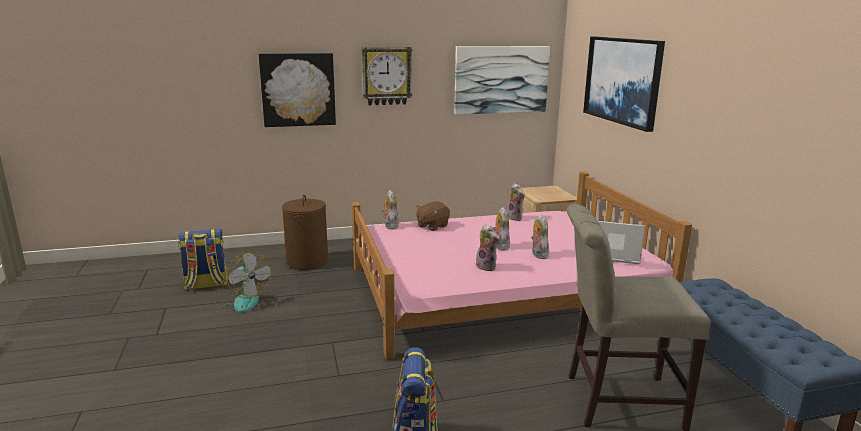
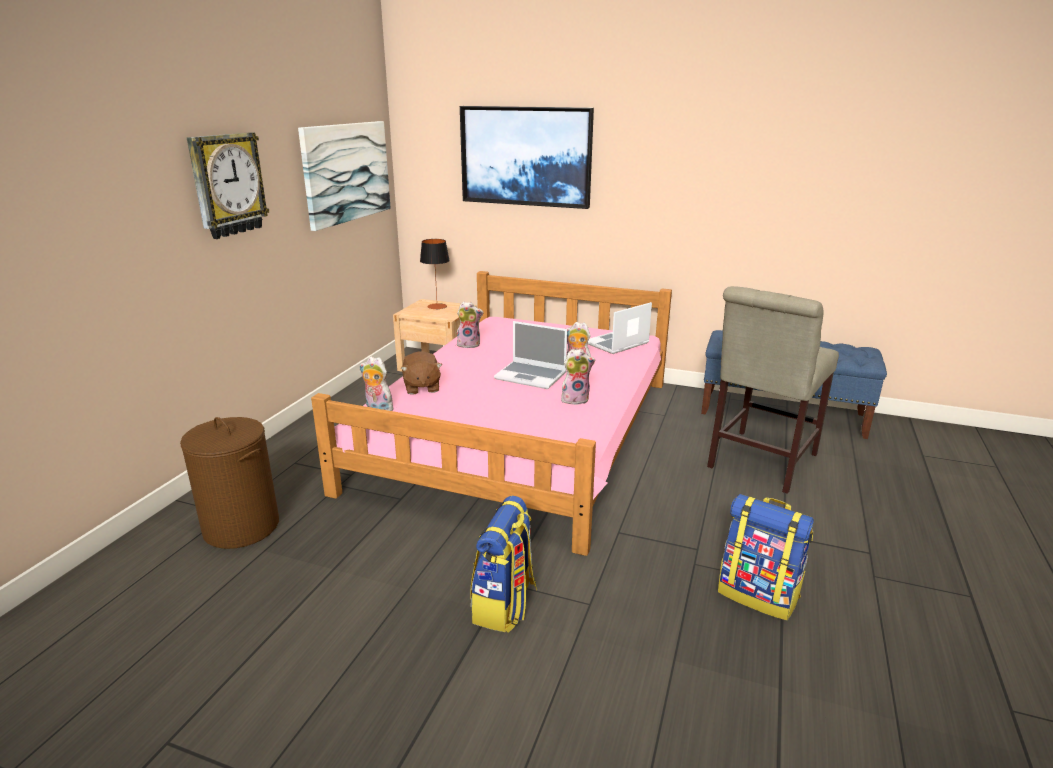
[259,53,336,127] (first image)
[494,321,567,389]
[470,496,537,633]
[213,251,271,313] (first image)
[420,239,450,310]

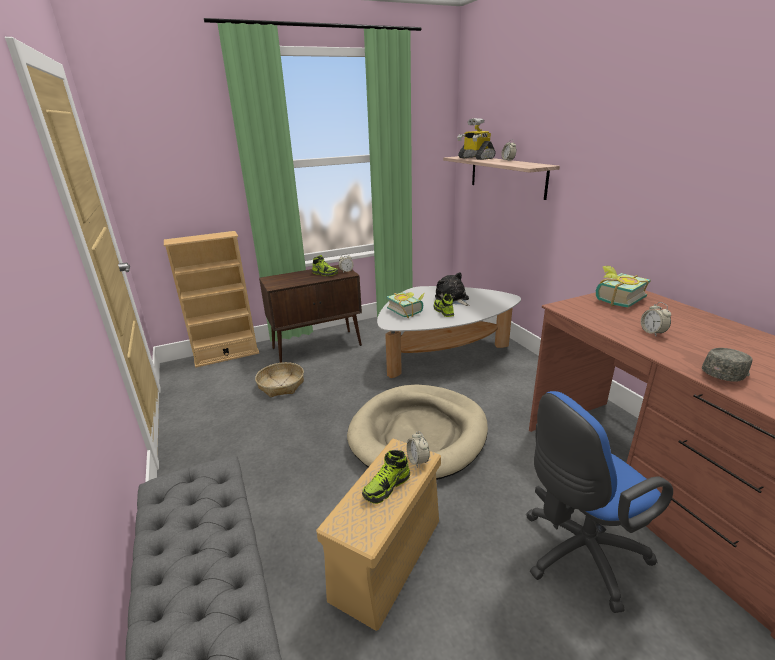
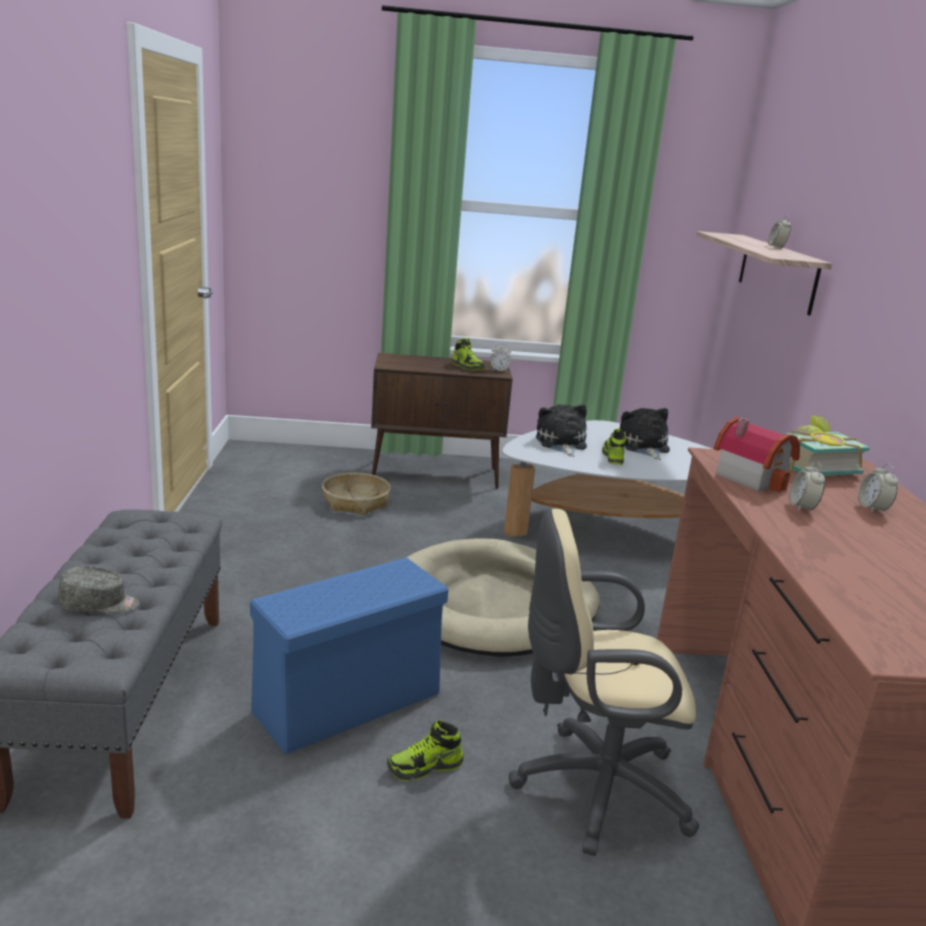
[457,118,495,160] (first image)
[164,231,259,368] (first image)
[536,404,587,457]
[58,566,140,614]
[509,509,699,856]
[858,463,898,512]
[250,558,449,754]
[387,720,464,781]
[714,417,800,493]

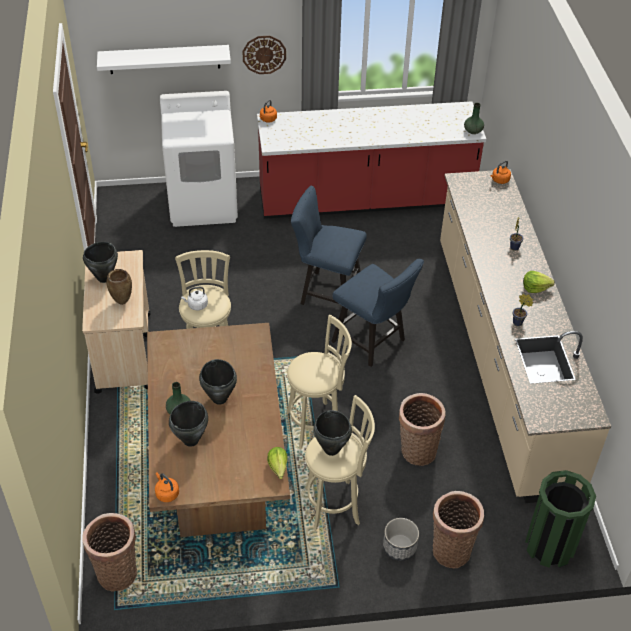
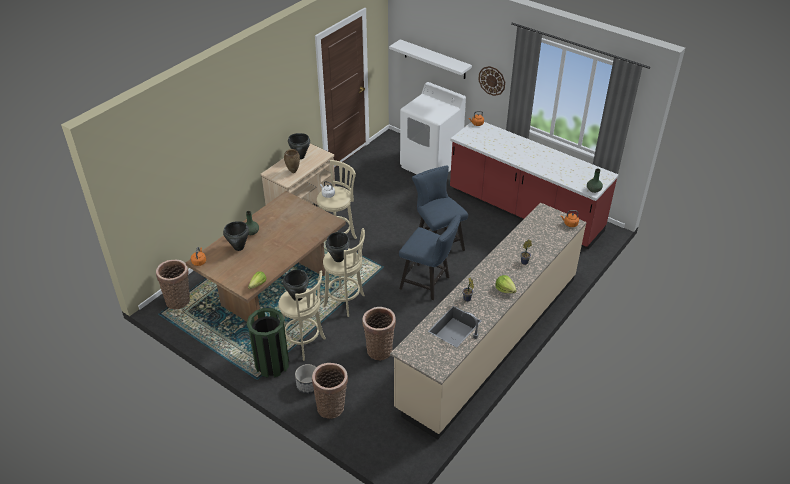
[399,214,461,300]
[325,232,350,262]
[247,308,289,378]

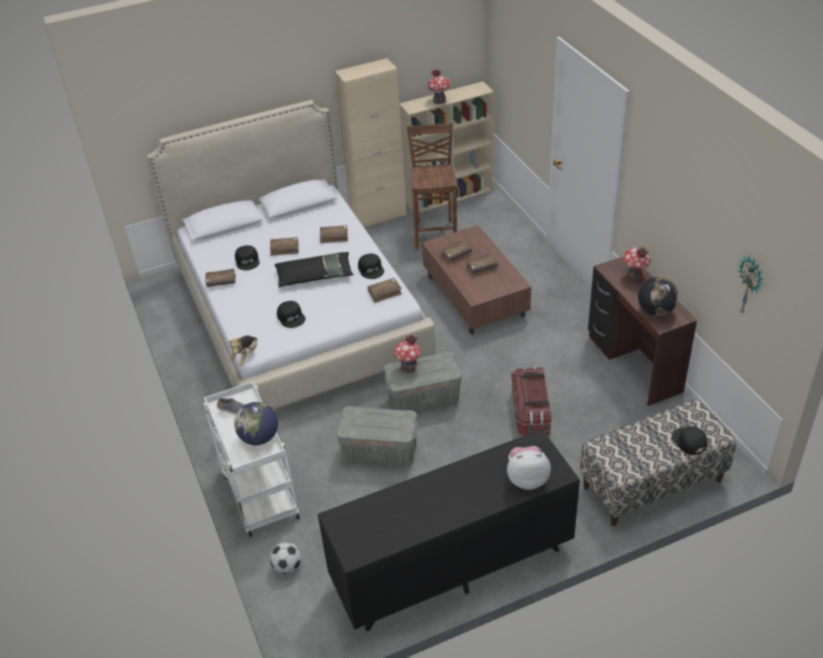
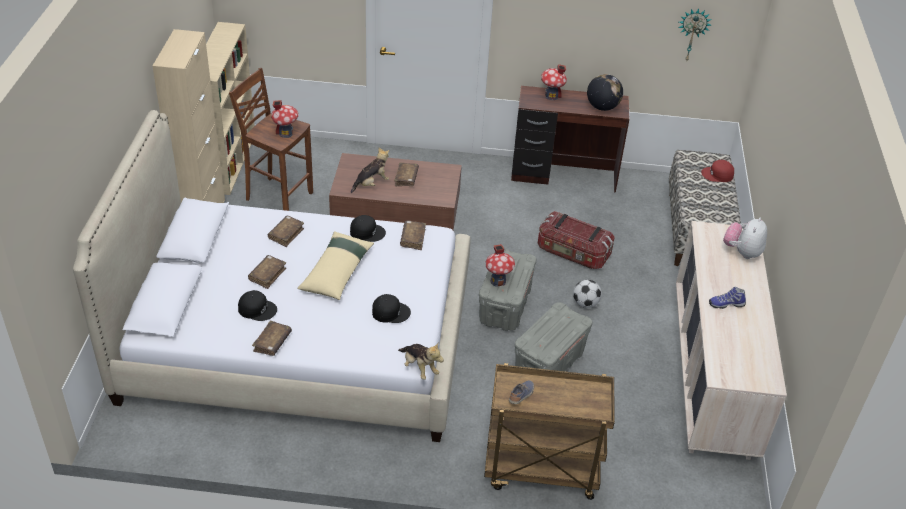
[271,100,299,138]
[351,147,389,193]
[297,231,374,300]
[484,363,615,500]
[234,402,278,445] (first image)
[701,160,734,182]
[676,221,787,460]
[573,280,602,308]
[709,287,746,309]

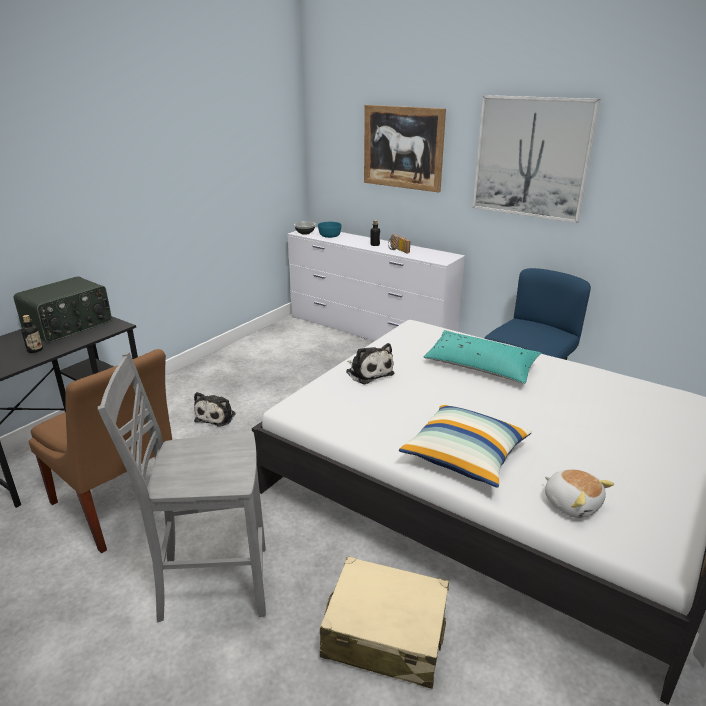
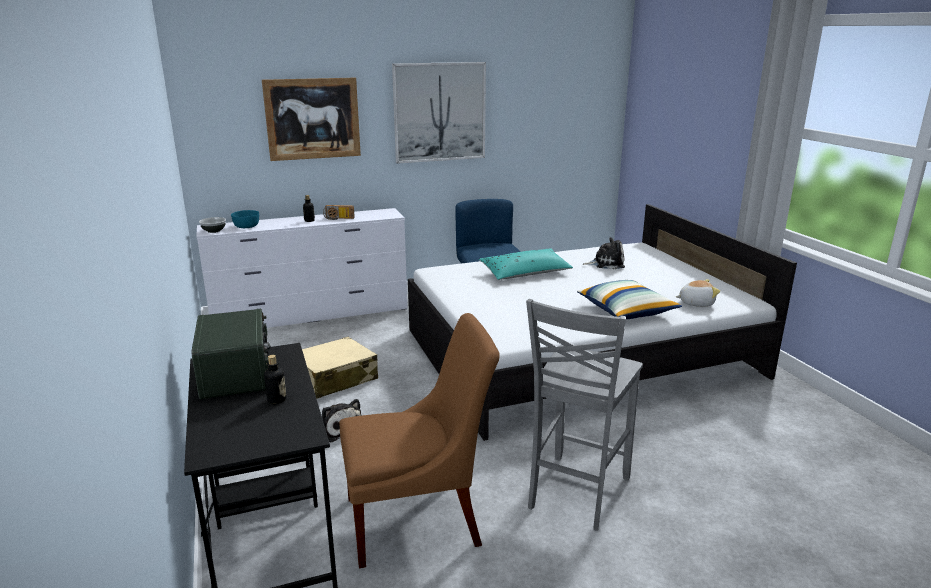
[583,237,625,269]
[302,337,378,399]

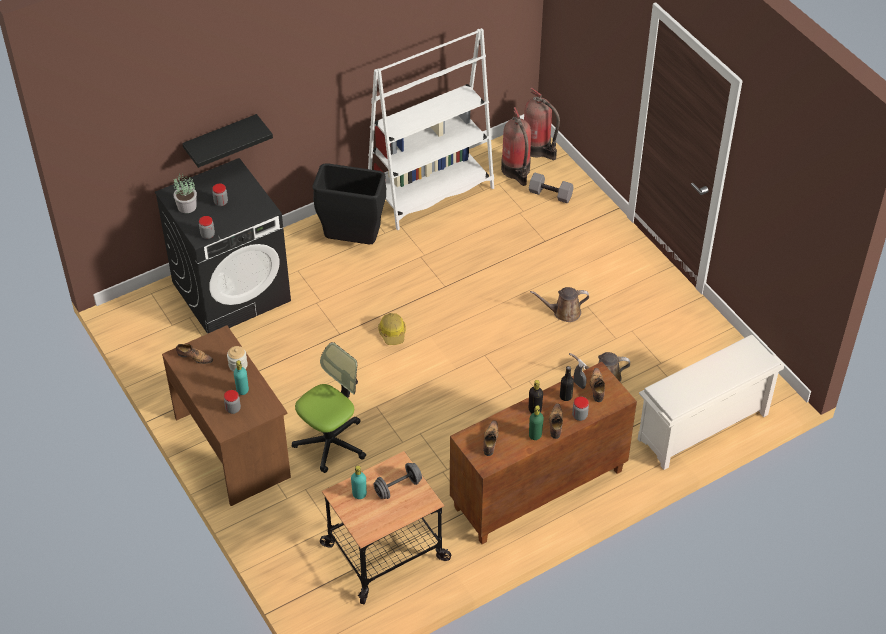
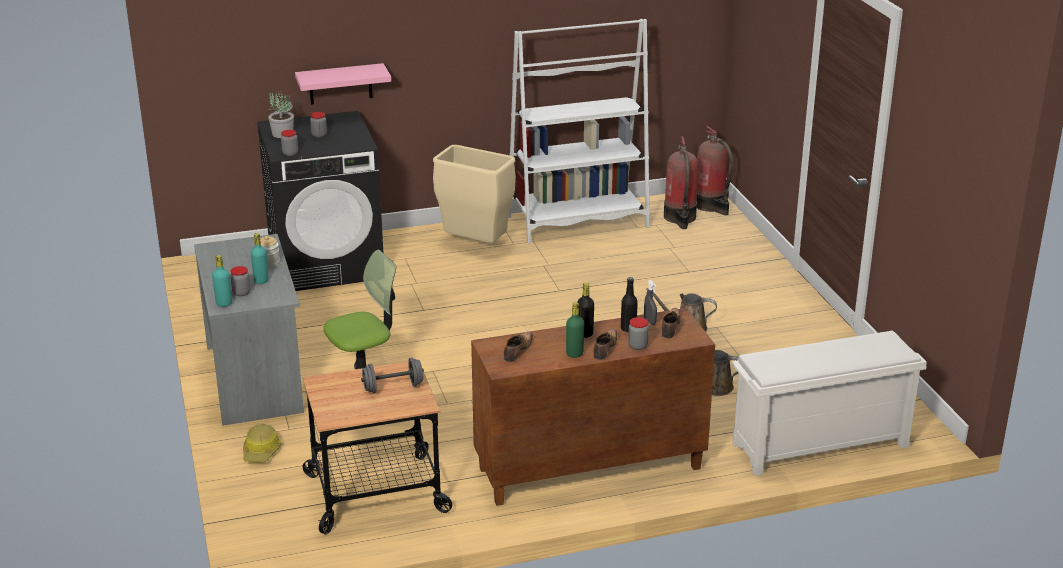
[295,63,391,105]
[433,145,516,243]
[529,172,574,204] (first image)
[243,424,281,463]
[194,234,304,426]
[176,344,213,364] (first image)
[212,255,232,307]

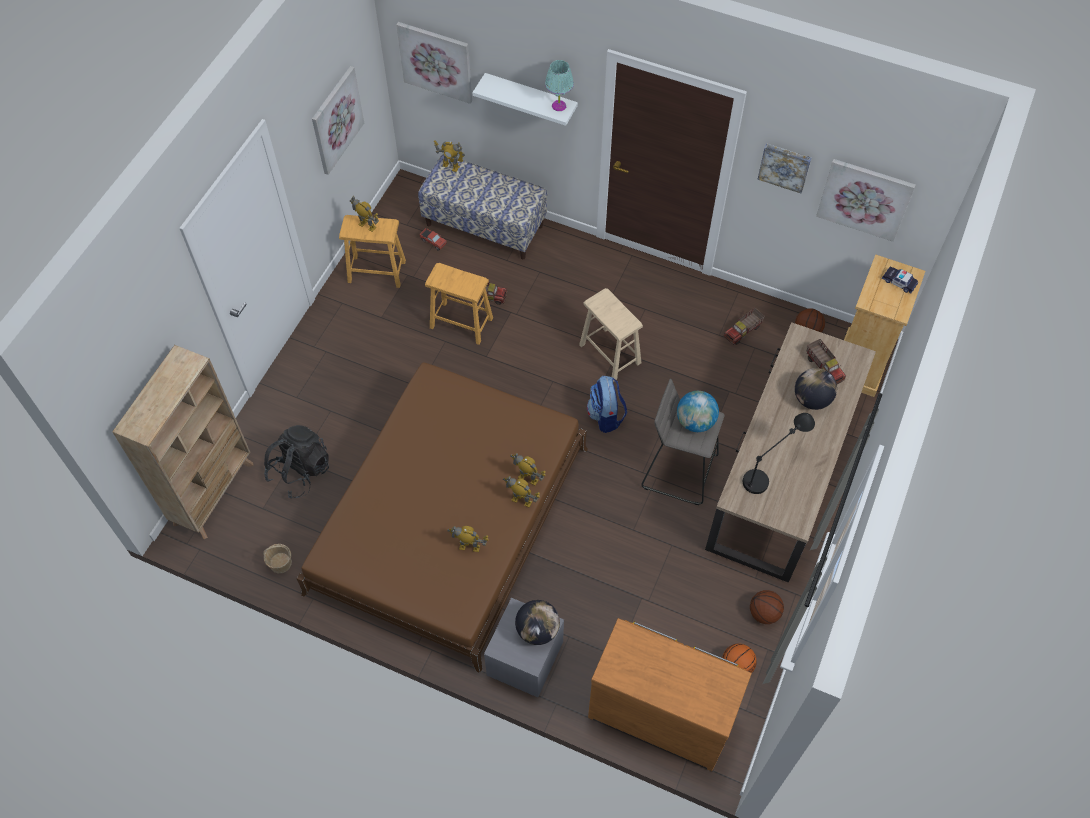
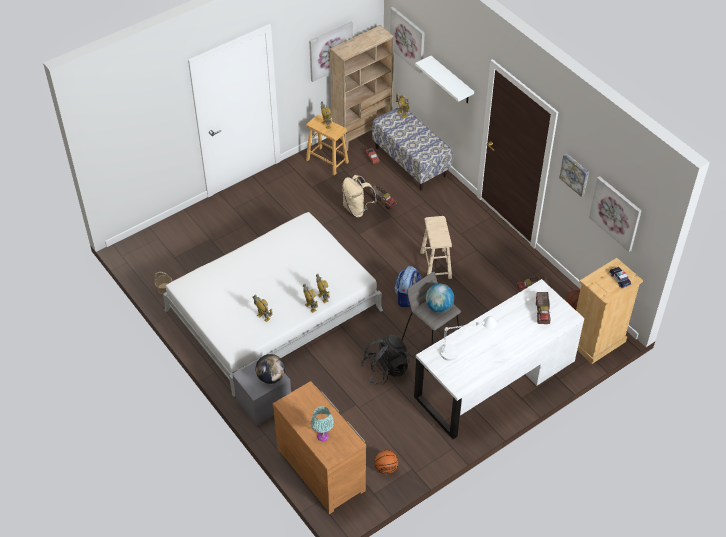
[311,406,334,442]
[342,175,377,218]
[414,279,584,439]
[330,25,394,151]
[163,212,383,397]
[795,368,837,410] (first image)
[440,316,497,361]
[361,335,409,385]
[750,590,784,624] (first image)

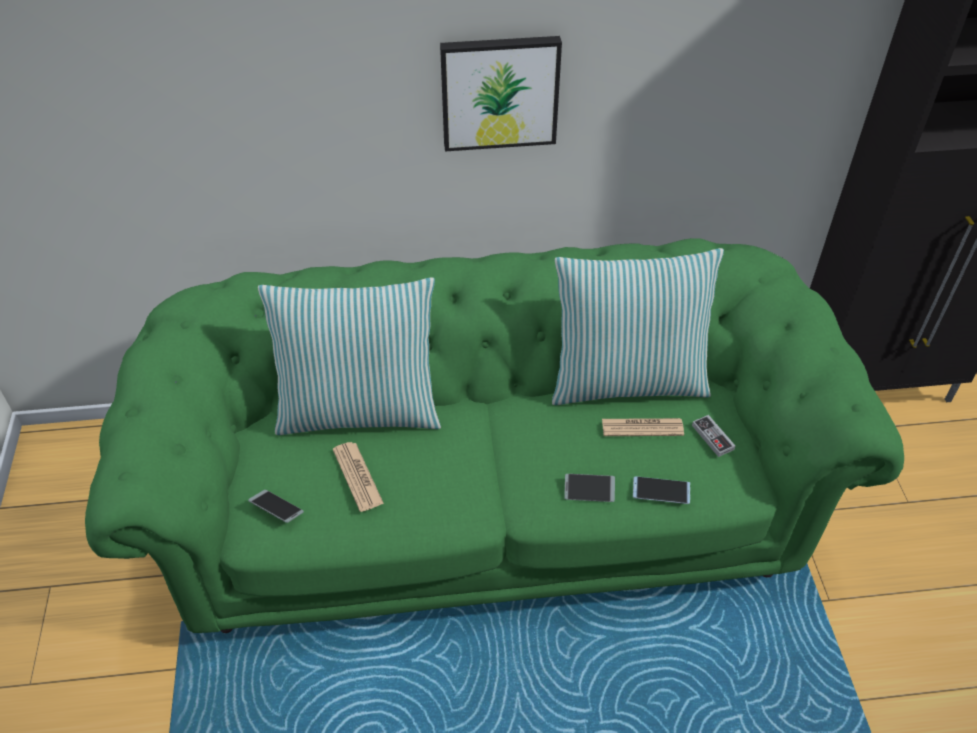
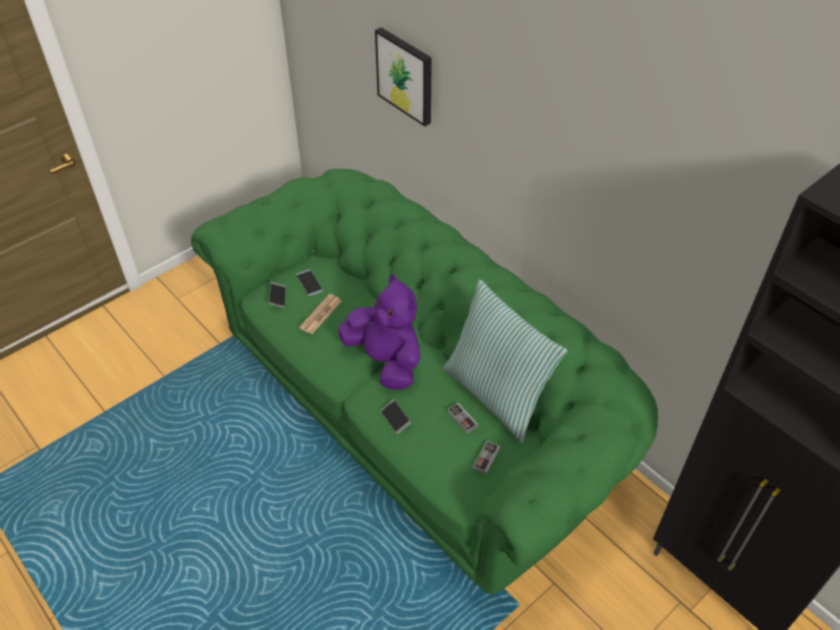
[375,28,432,127]
[258,277,441,435] (first image)
[447,403,478,434]
[296,269,323,296]
[338,275,420,390]

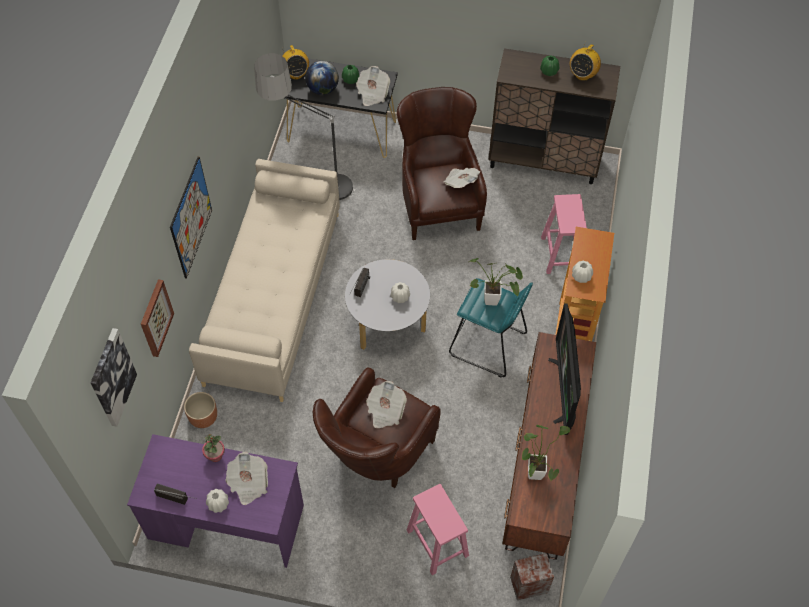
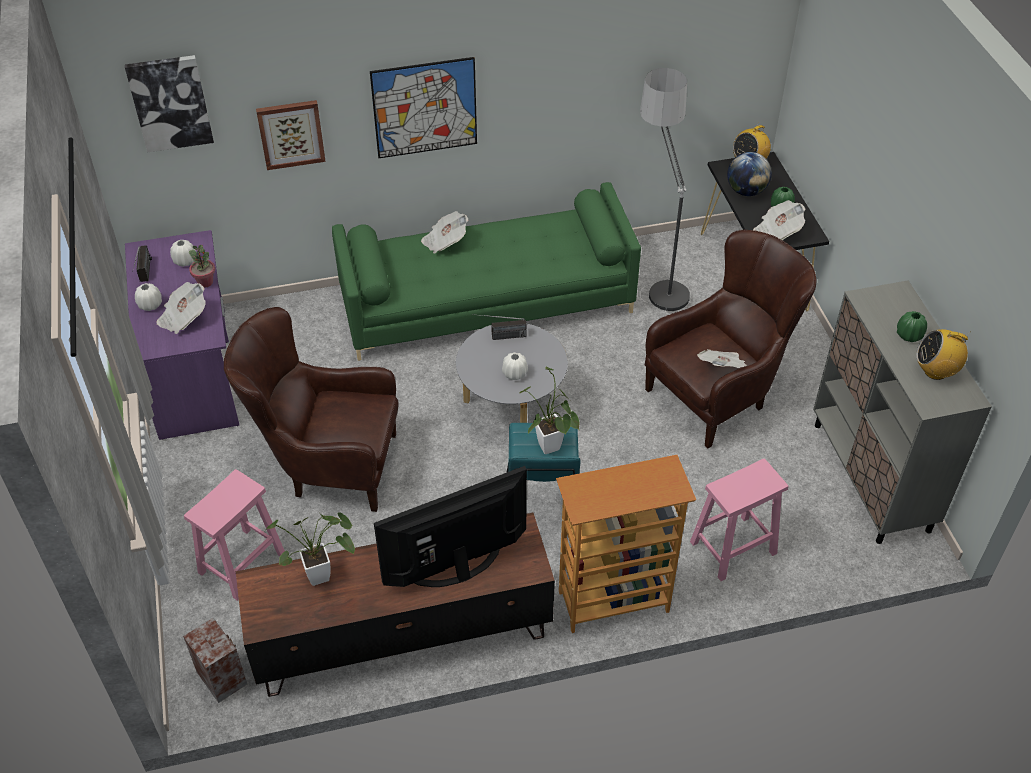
[813,280,992,544]
[332,182,641,361]
[170,240,196,267]
[421,211,469,254]
[184,392,217,428] (first image)

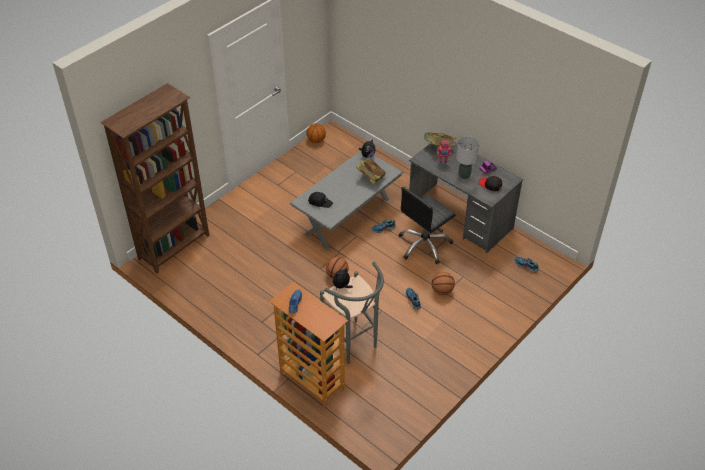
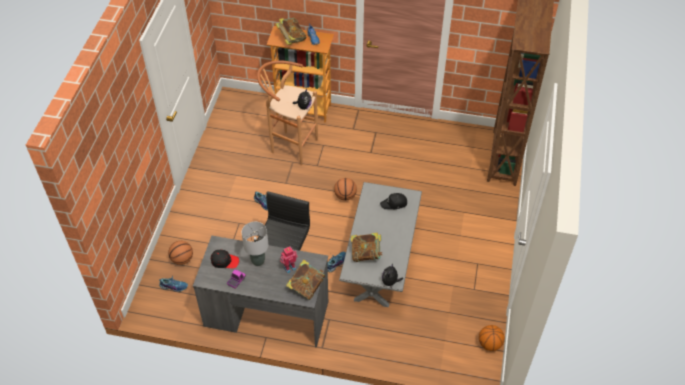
[257,60,318,166]
[168,241,193,265]
[275,18,306,45]

